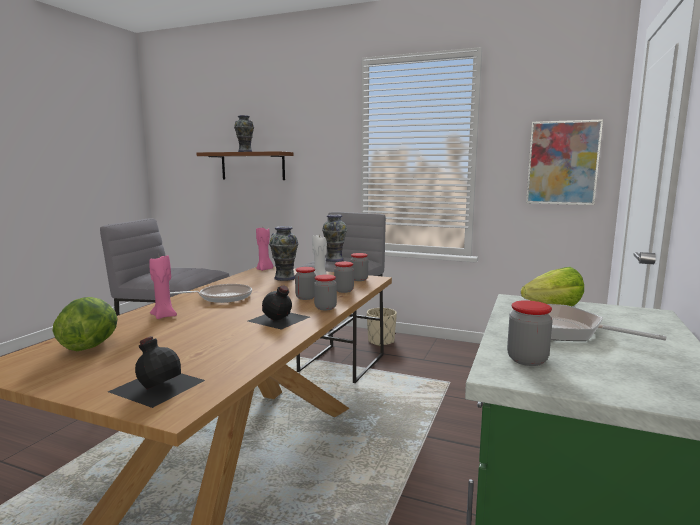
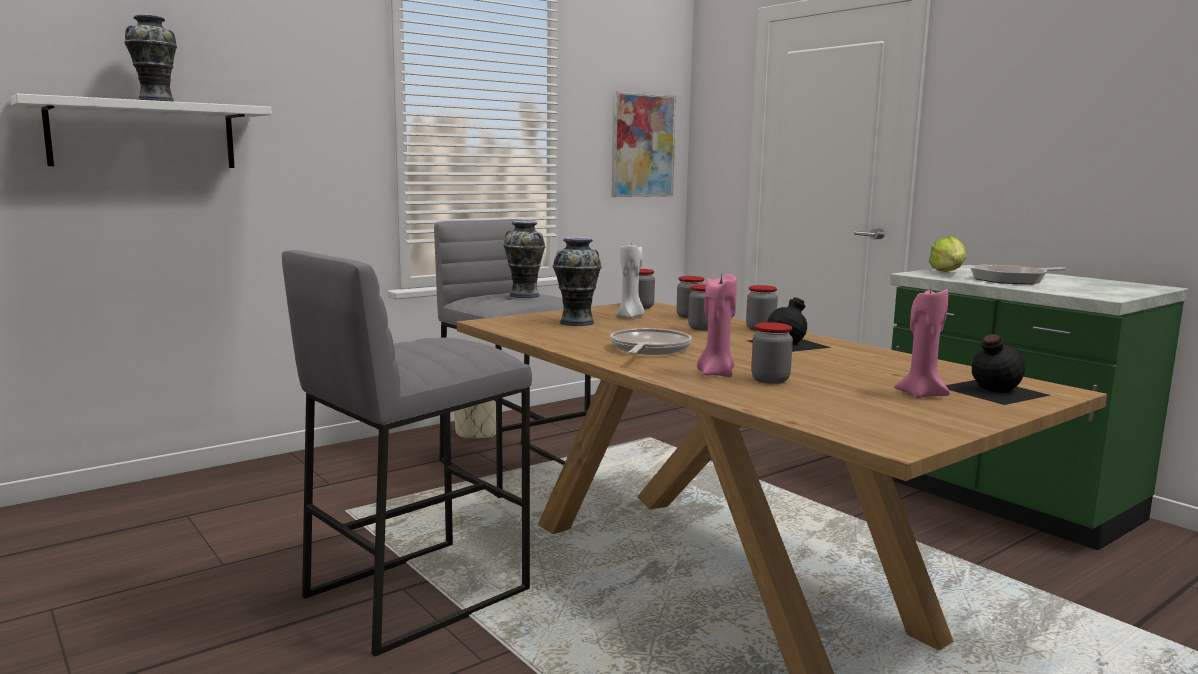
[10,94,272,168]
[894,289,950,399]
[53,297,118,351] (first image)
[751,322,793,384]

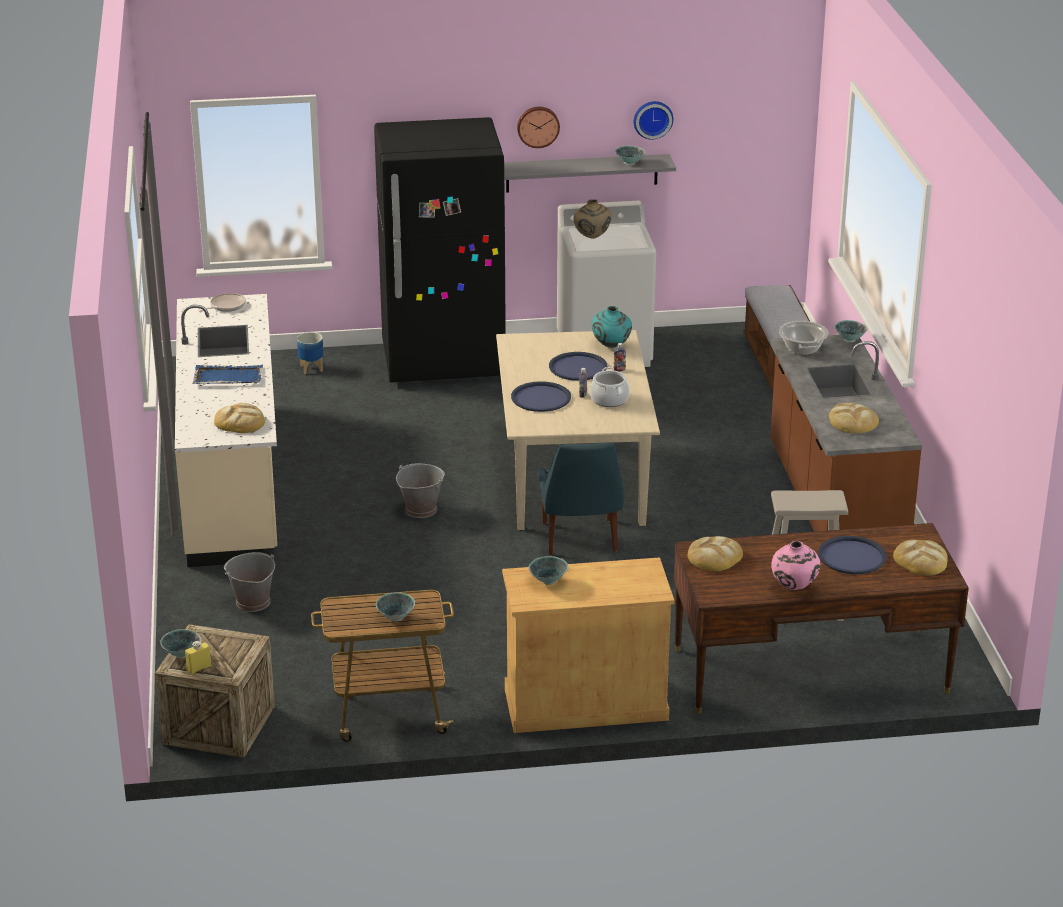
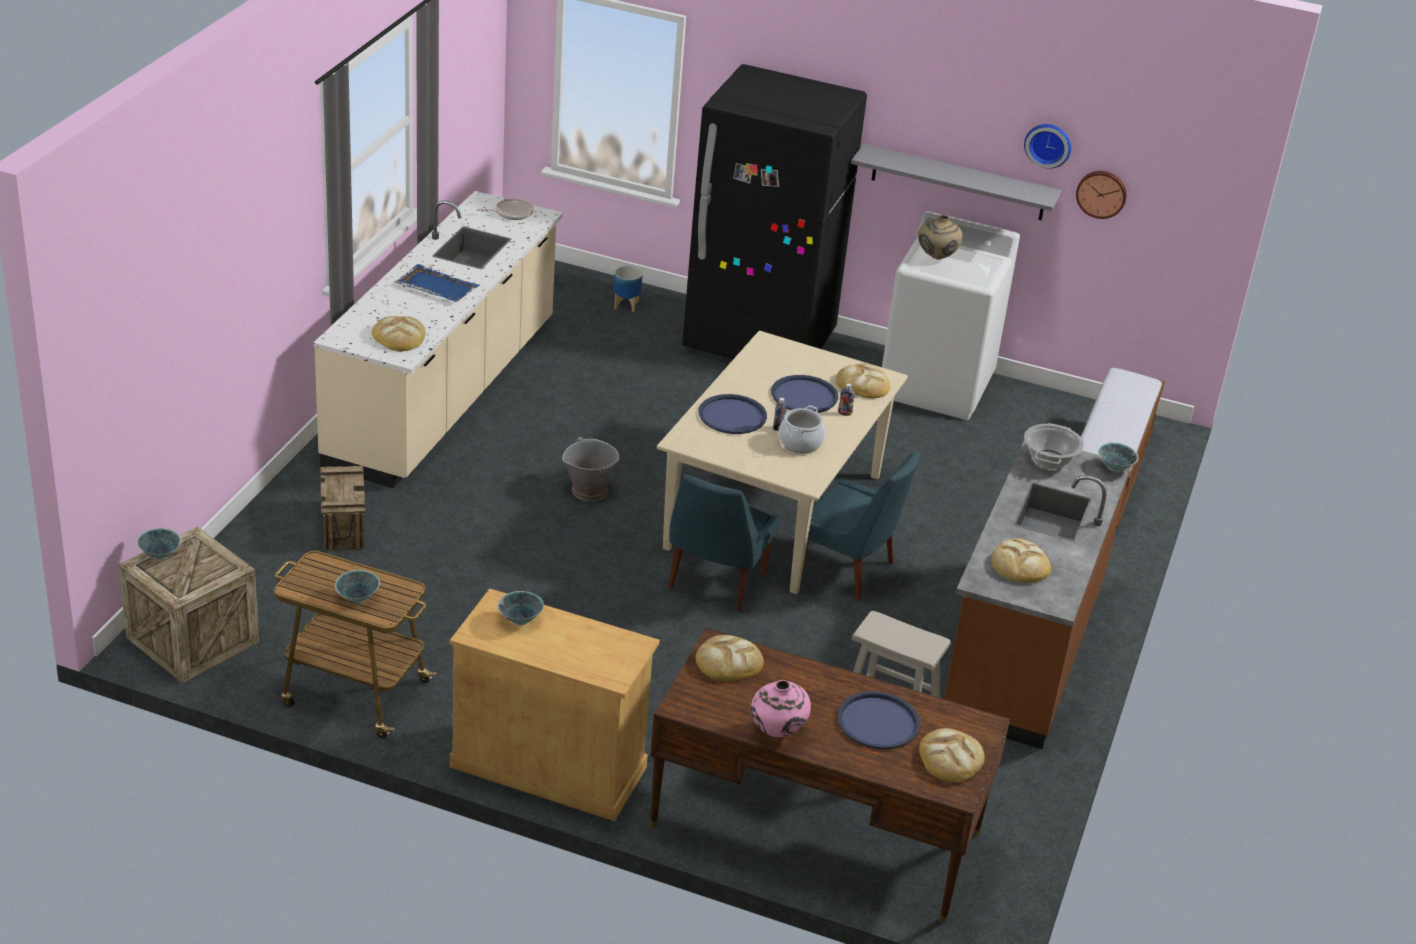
[1076,171,1127,219]
[615,146,646,165] (first image)
[836,363,890,399]
[320,466,365,552]
[185,641,211,674] (first image)
[802,451,920,601]

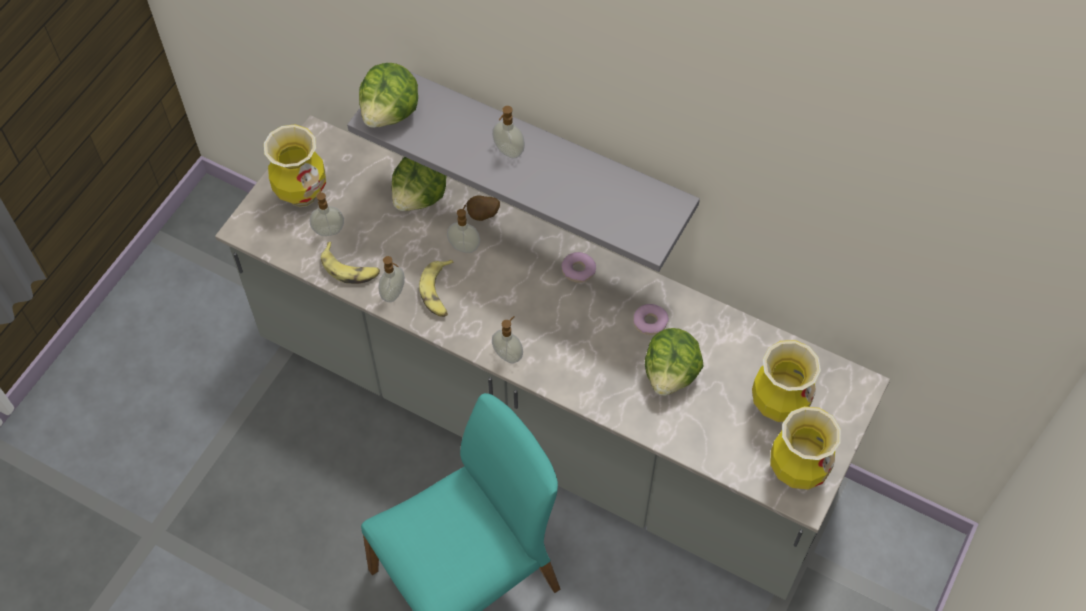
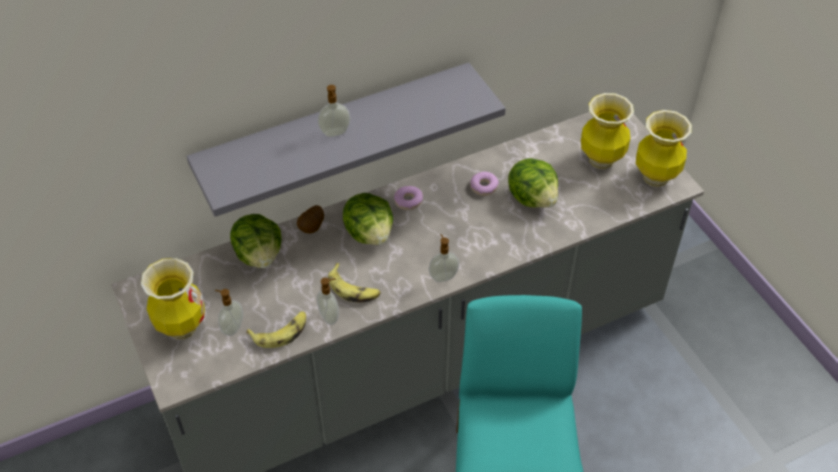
[343,193,393,245]
[447,205,480,253] (first image)

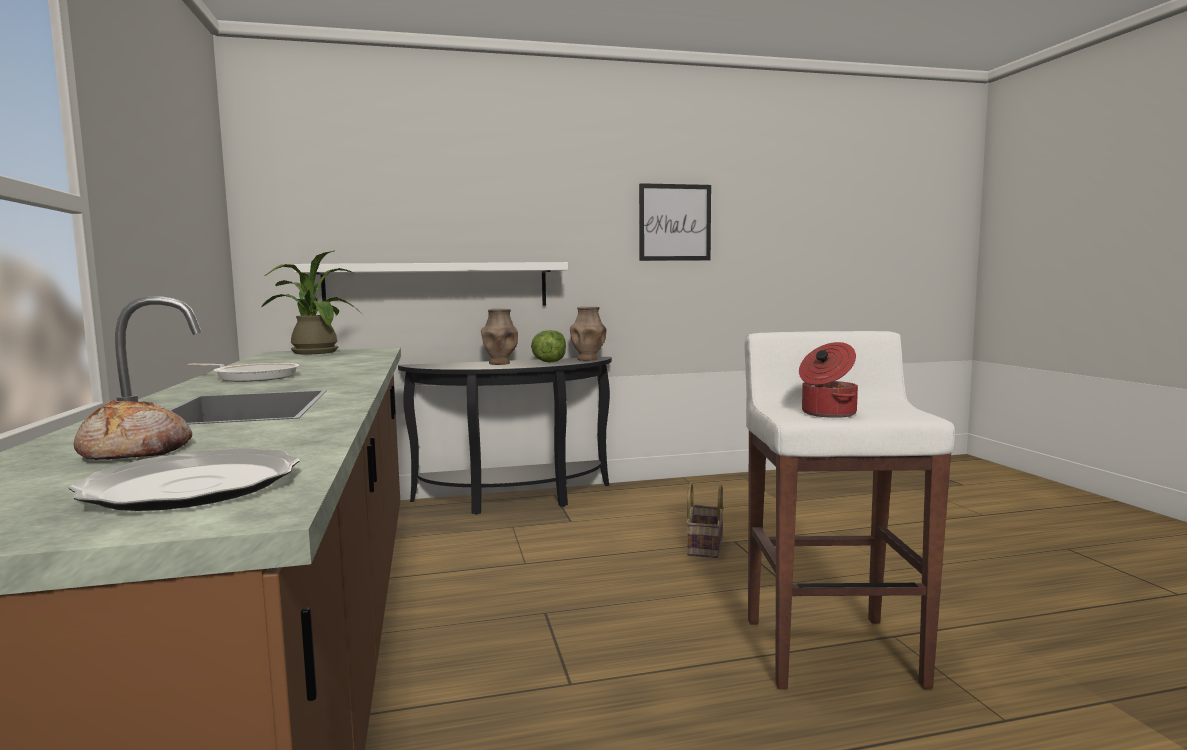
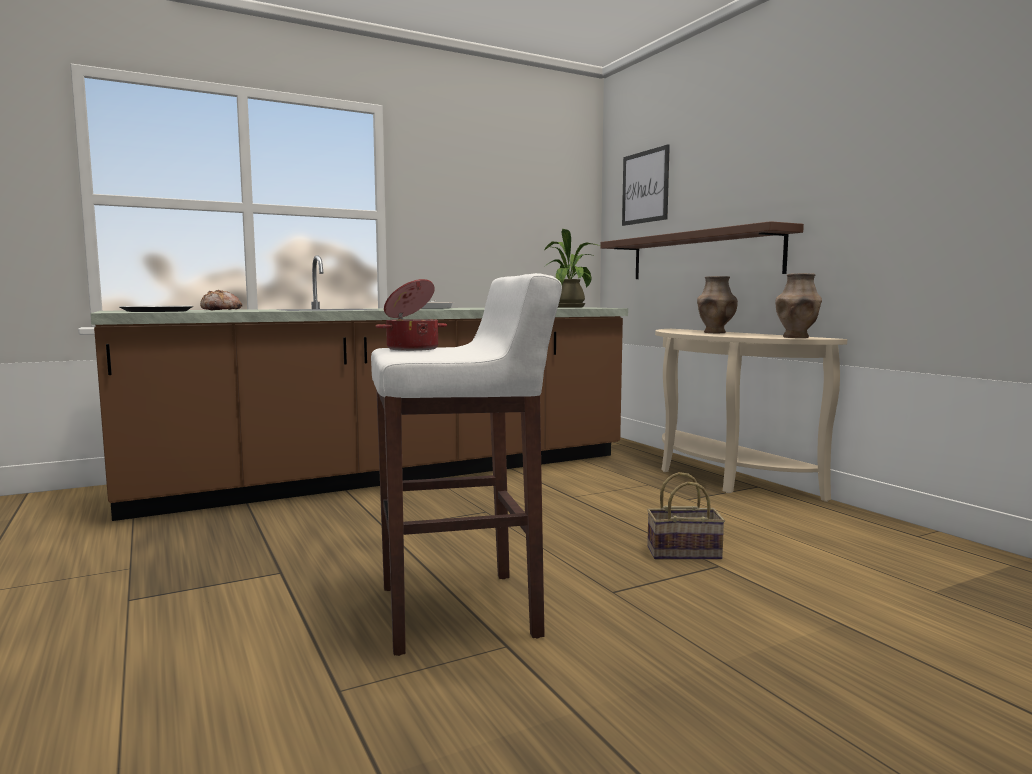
[622,144,670,226]
[600,221,804,279]
[531,330,566,363] (first image)
[655,329,847,502]

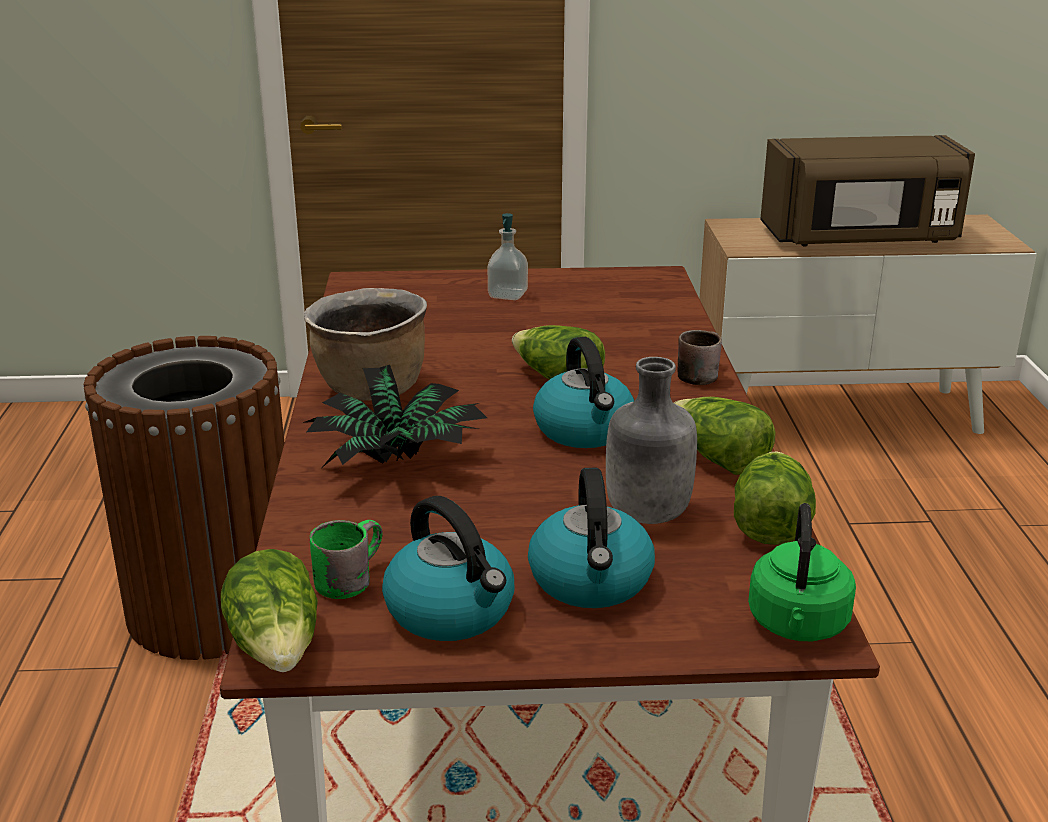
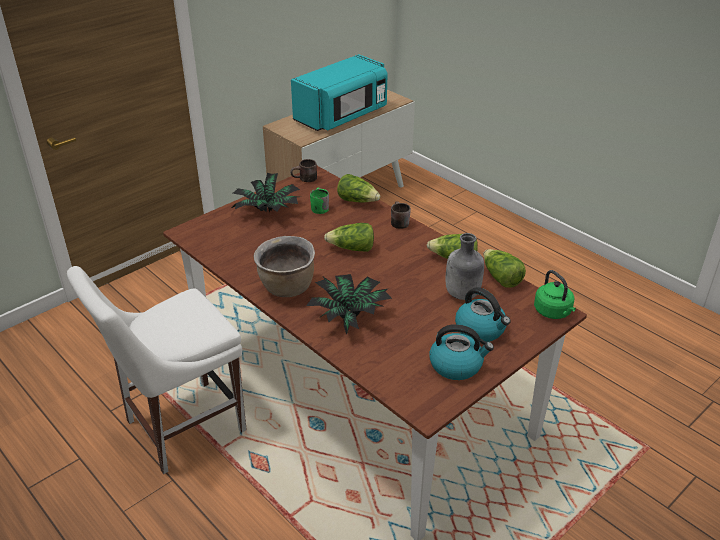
[291,54,387,131]
[232,172,300,212]
[67,266,247,474]
[533,337,634,448] (first image)
[310,188,329,214]
[337,174,380,202]
[290,159,317,182]

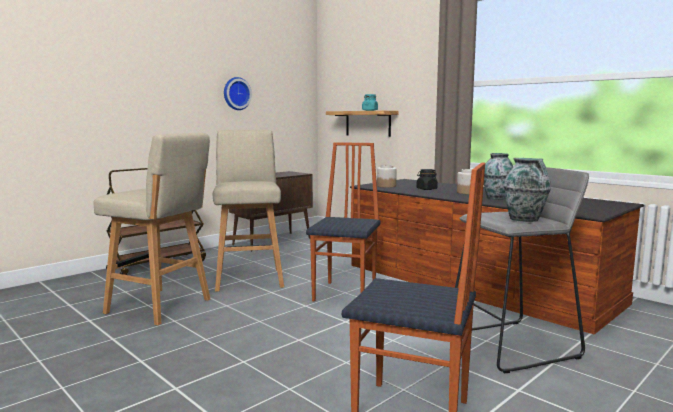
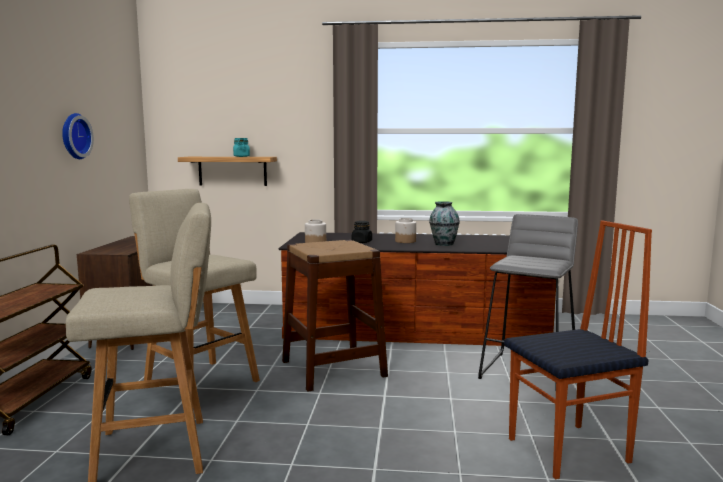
[282,240,388,392]
[504,158,551,222] (first image)

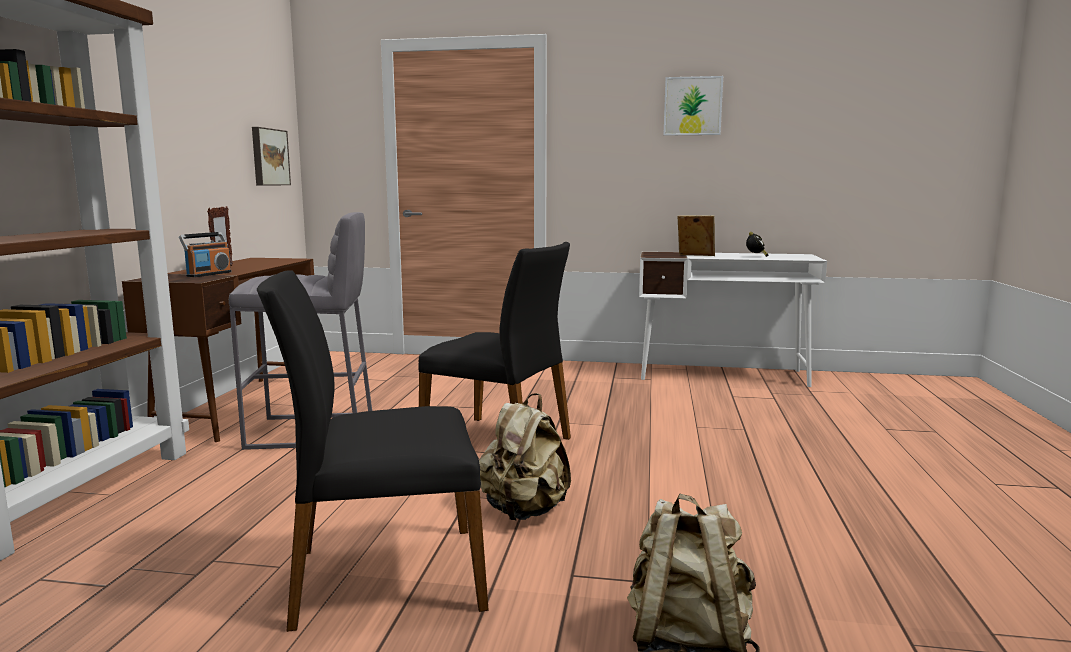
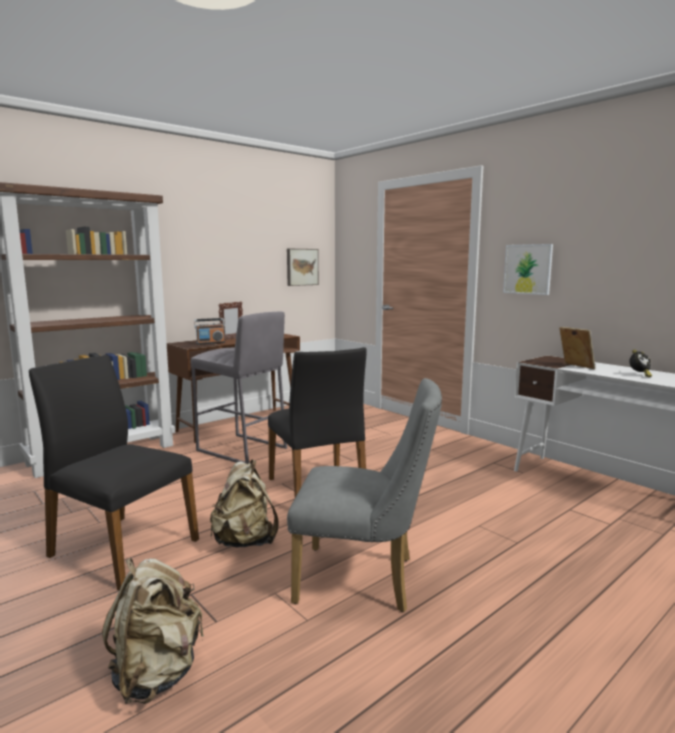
[503,244,553,295]
[287,378,442,612]

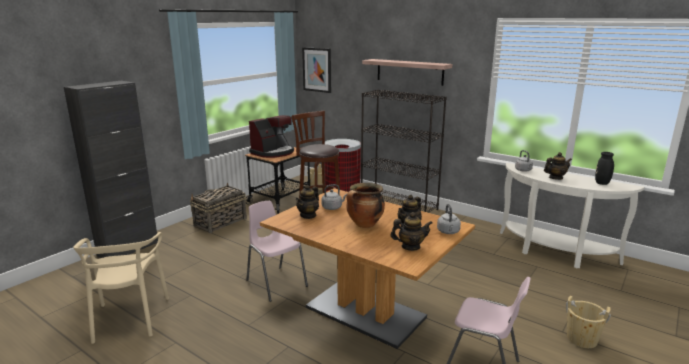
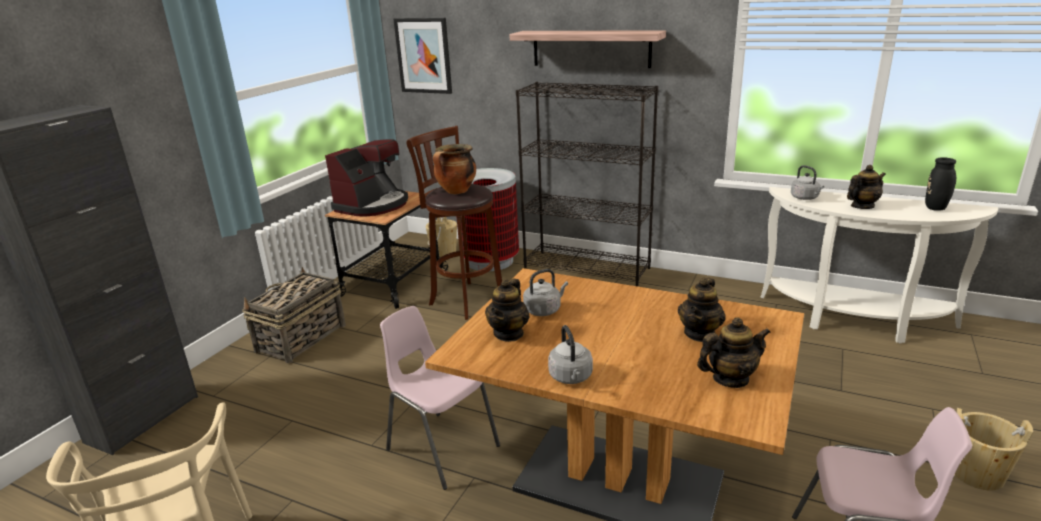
[433,144,476,194]
[548,325,593,384]

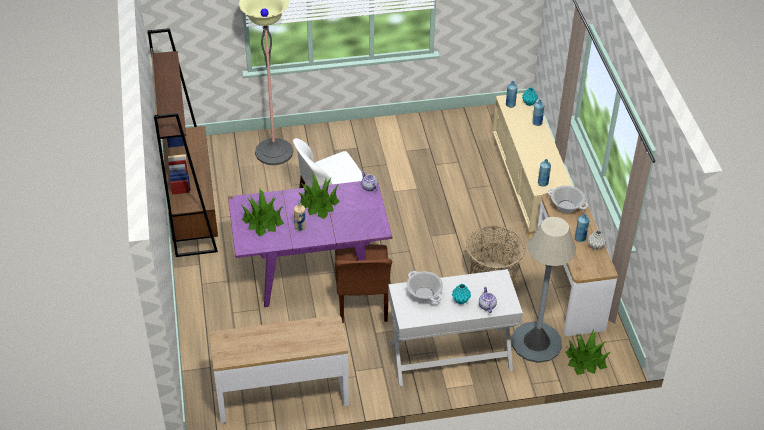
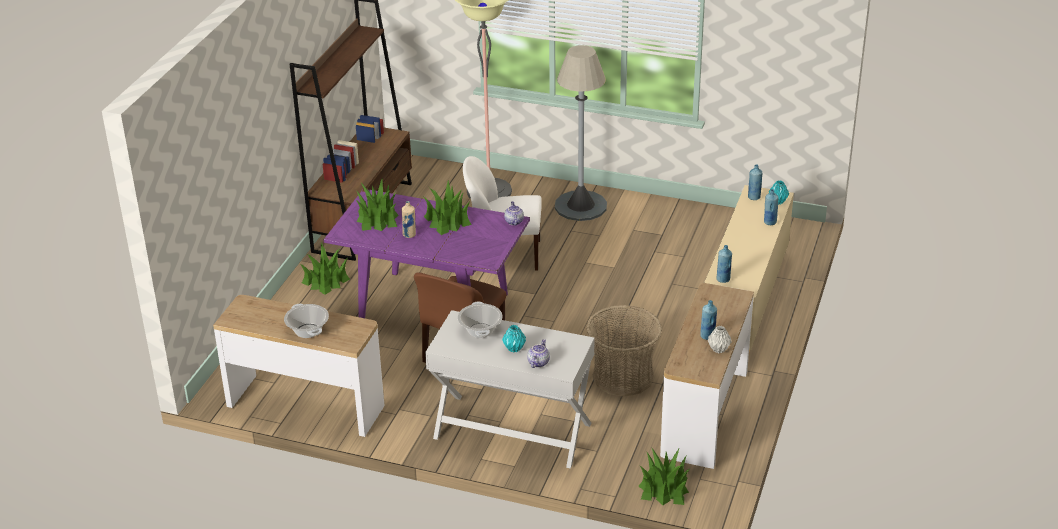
[284,304,329,338]
[555,45,607,221]
[300,242,350,295]

